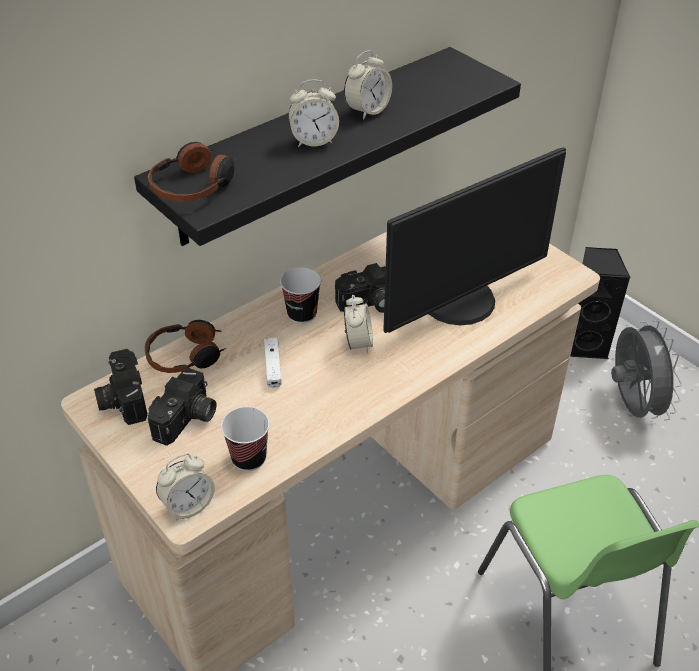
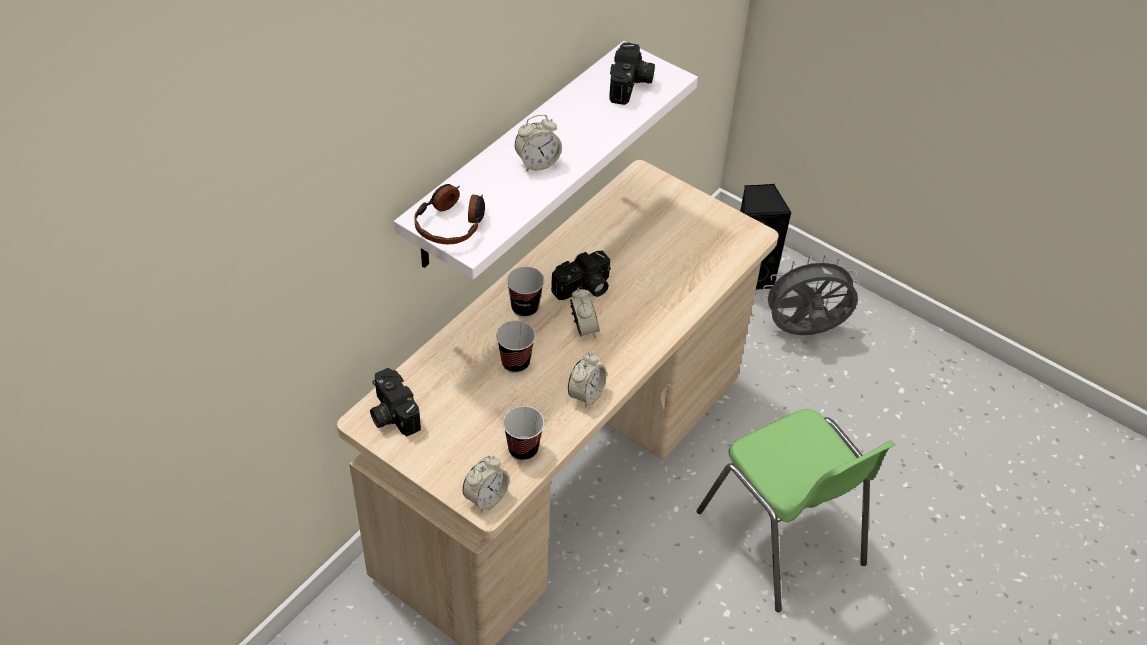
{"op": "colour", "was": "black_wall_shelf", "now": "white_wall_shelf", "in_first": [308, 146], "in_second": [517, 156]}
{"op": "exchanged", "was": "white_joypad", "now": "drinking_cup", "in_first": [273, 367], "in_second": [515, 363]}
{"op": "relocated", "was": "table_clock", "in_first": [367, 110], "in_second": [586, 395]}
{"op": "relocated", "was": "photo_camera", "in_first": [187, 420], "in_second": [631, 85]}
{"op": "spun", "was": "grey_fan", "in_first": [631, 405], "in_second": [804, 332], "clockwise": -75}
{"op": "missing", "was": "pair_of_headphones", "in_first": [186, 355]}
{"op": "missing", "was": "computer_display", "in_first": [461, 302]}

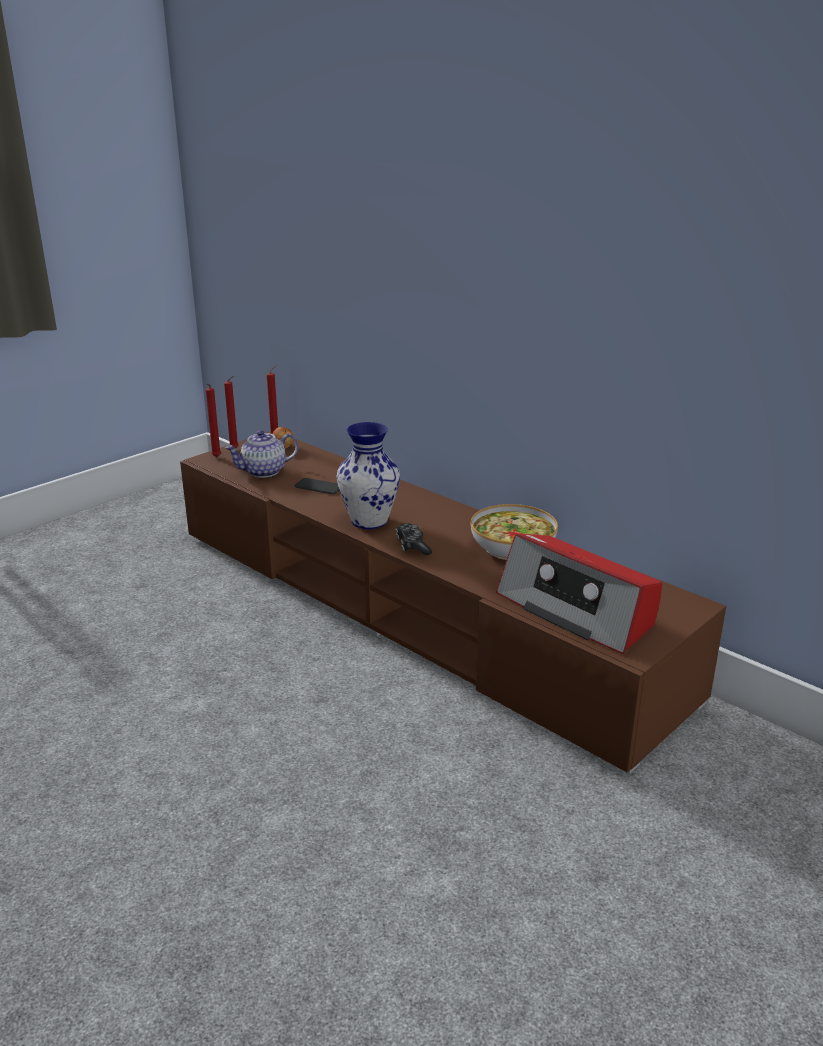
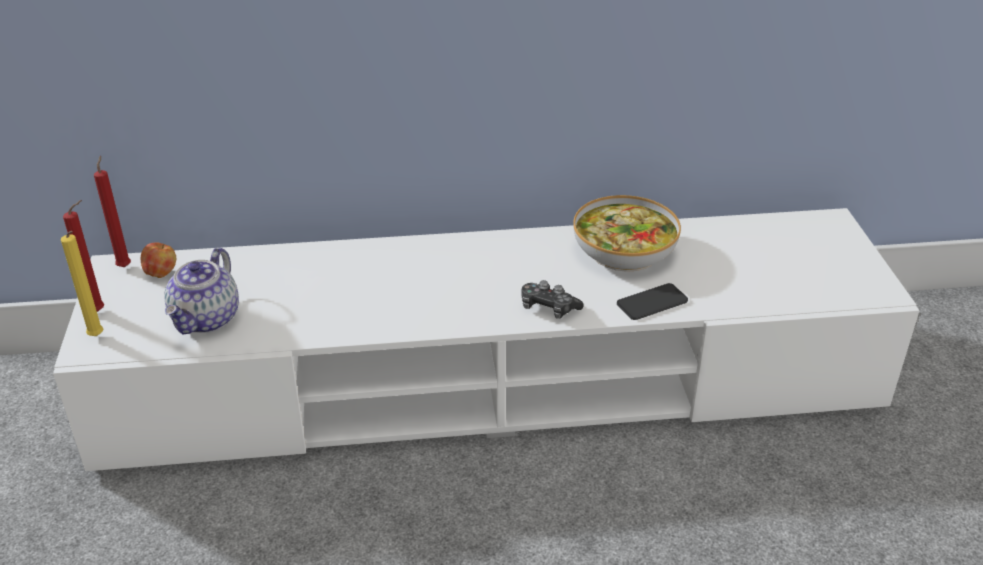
{"op": "colour", "was": "brown-coloured_tv_unit", "now": "white_tv_unit", "in_first": [412, 609], "in_second": [493, 383]}
{"op": "colour", "was": "red-coloured_wax_candle", "now": "yellow-coloured_wax_candle", "in_first": [216, 457], "in_second": [97, 337]}
{"op": "relocated", "was": "phone", "in_first": [318, 487], "in_second": [652, 302]}
{"op": "missing", "was": "flower_vase", "in_first": [368, 521]}
{"op": "missing", "was": "radio", "in_first": [577, 610]}

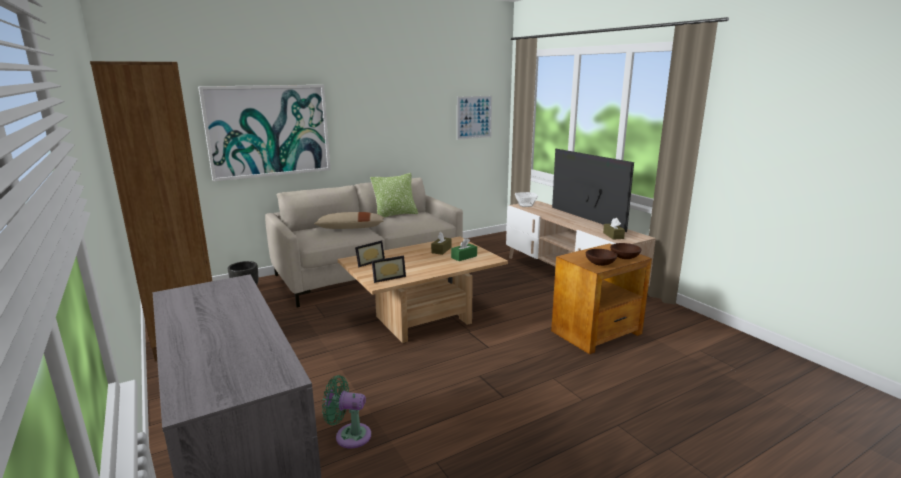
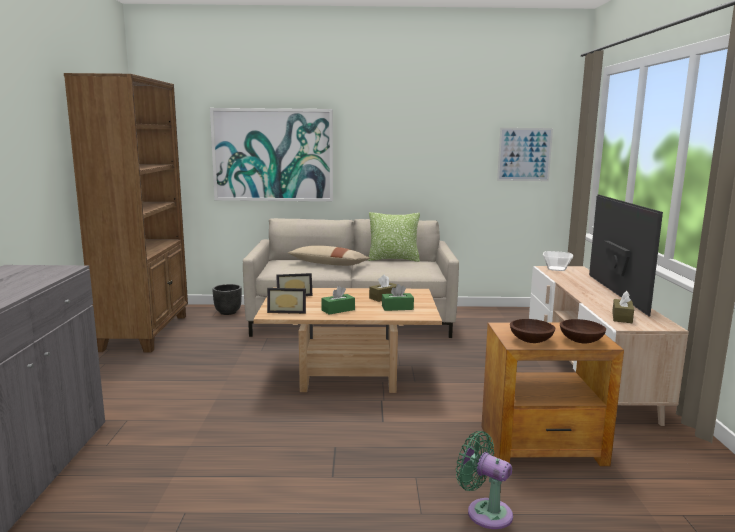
{"op": "appeared", "now": "green_tissue_holder", "in_second": [338, 310]}
{"op": "relocated", "was": "green_fan", "in_first": [349, 435], "in_second": [485, 512]}

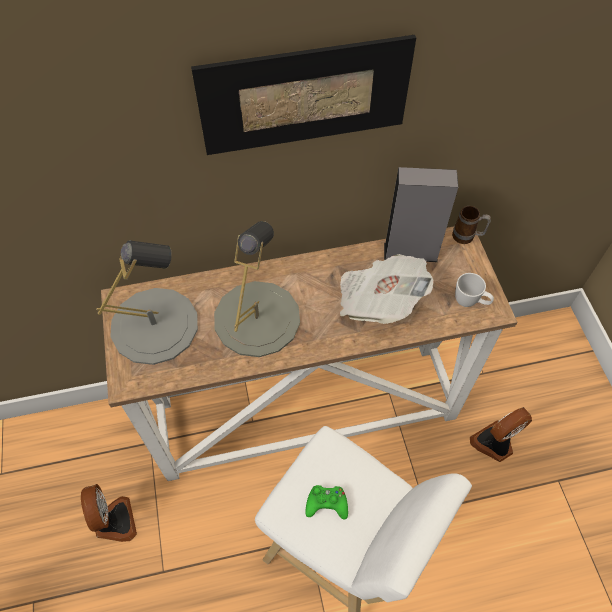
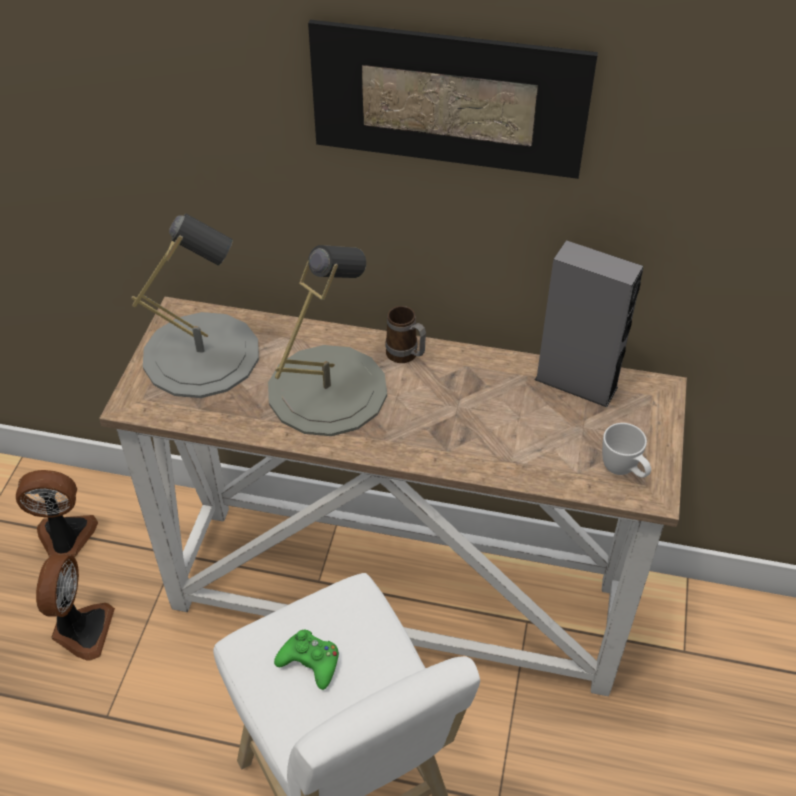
{"op": "relocated", "was": "fan", "in_first": [494, 443], "in_second": [65, 538]}
{"op": "relocated", "was": "tea_mug", "in_first": [467, 237], "in_second": [406, 356]}
{"op": "missing", "was": "printed_paper", "in_first": [378, 300]}

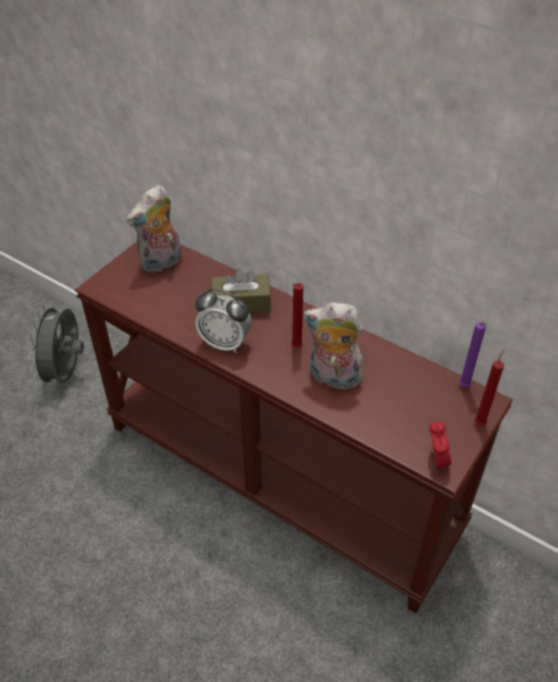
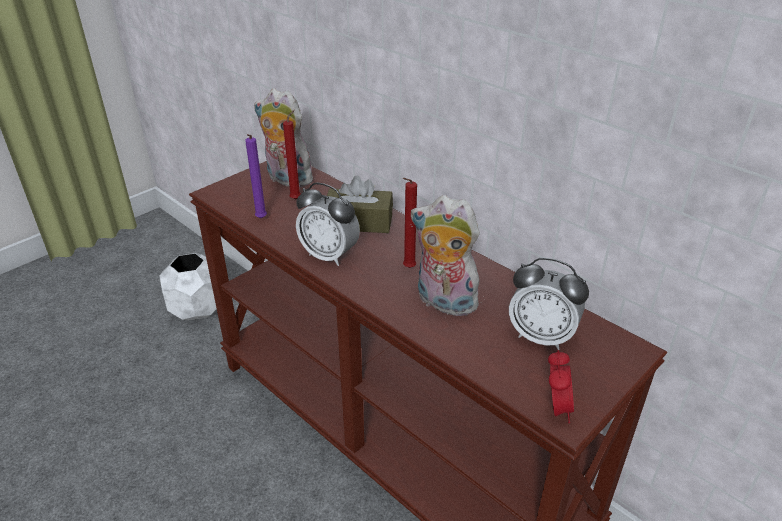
{"op": "exchanged", "was": "grey_fan", "now": "white_flower_pot", "in_first": [66, 373], "in_second": [197, 310]}
{"op": "relocated", "was": "purple-coloured_wax_candle", "in_first": [464, 387], "in_second": [260, 219]}
{"op": "spun", "was": "cuddly_toy", "in_first": [161, 263], "in_second": [286, 179], "clockwise": 60}
{"op": "relocated", "was": "red-coloured_wax_candle", "in_first": [480, 422], "in_second": [297, 198]}
{"op": "appeared", "now": "table_clock", "in_second": [541, 336]}

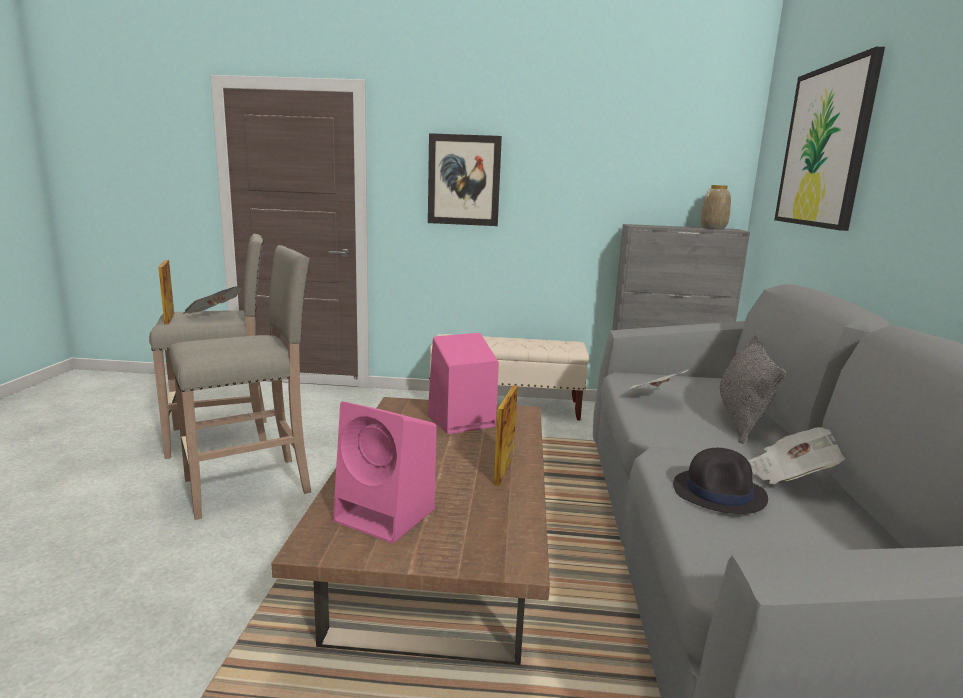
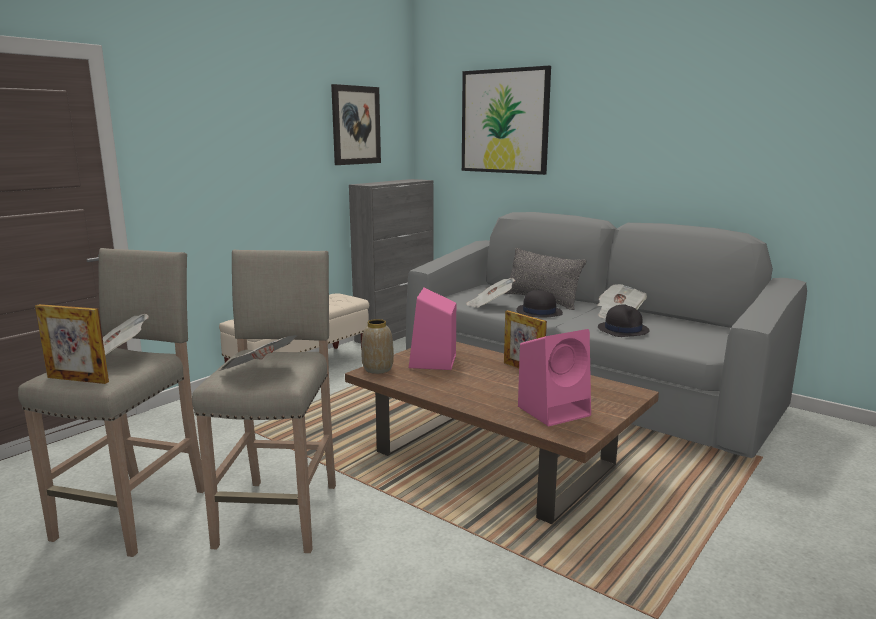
{"op": "appeared", "now": "printed_paper", "in_second": [259, 372]}
{"op": "relocated", "was": "picture", "in_first": [464, 180], "in_second": [356, 125]}
{"op": "relocated", "was": "flower_vase", "in_first": [713, 228], "in_second": [377, 369]}
{"op": "appeared", "now": "black_clothing_hat", "in_second": [538, 312]}

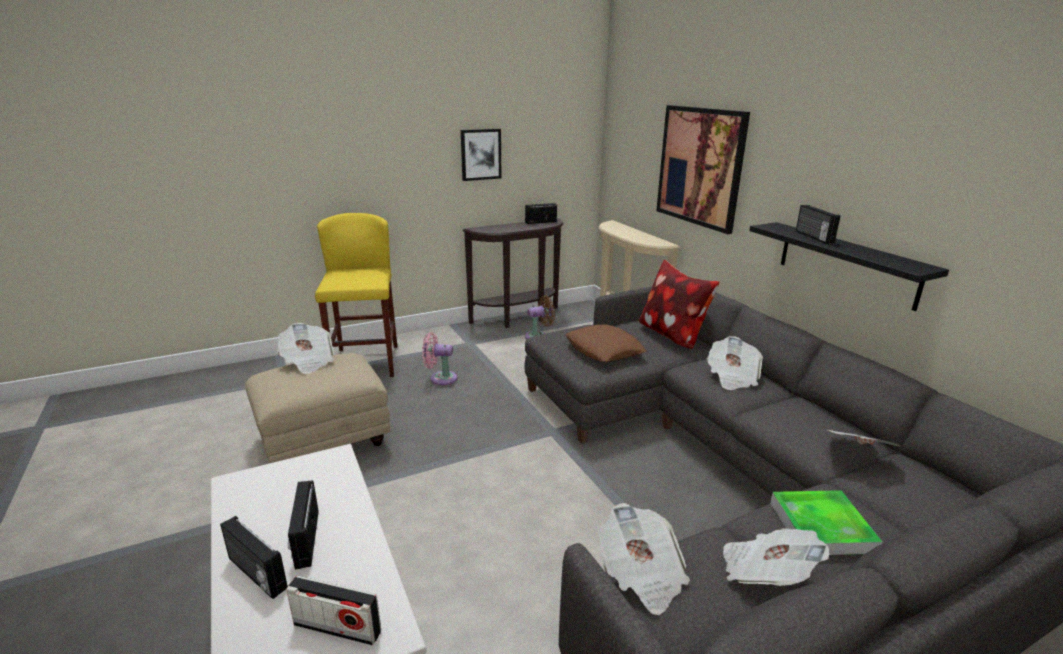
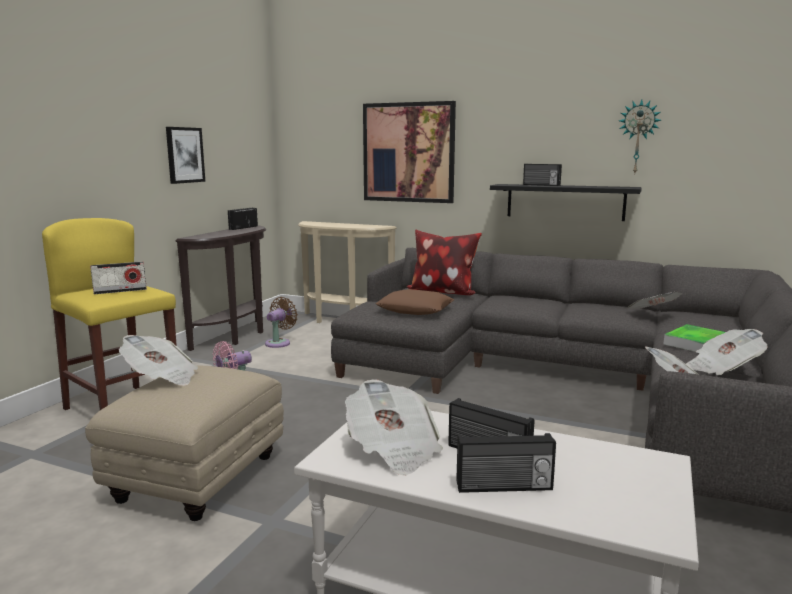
{"op": "relocated", "was": "radio", "in_first": [337, 628], "in_second": [120, 291]}
{"op": "relocated", "was": "printed_paper", "in_first": [732, 377], "in_second": [393, 450]}
{"op": "appeared", "now": "hanging_clock", "in_second": [638, 137]}

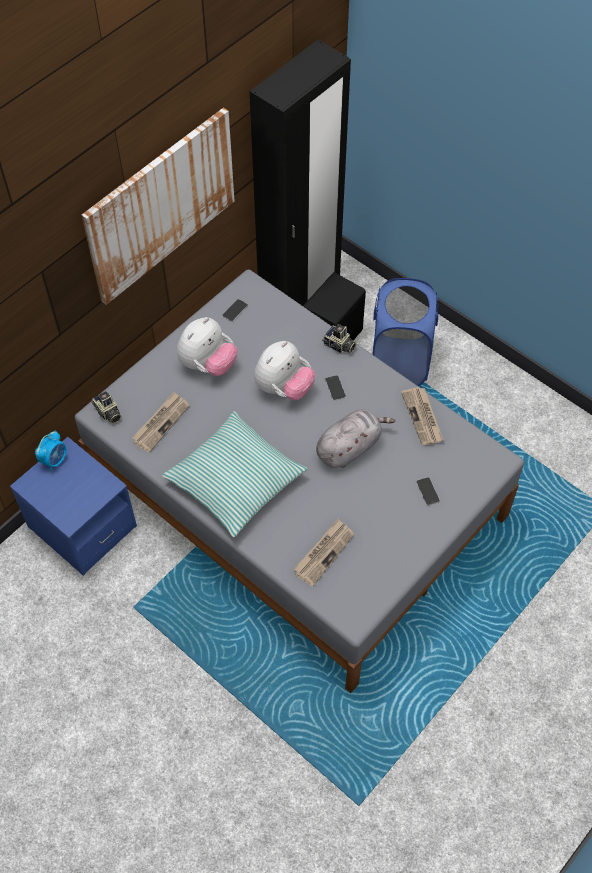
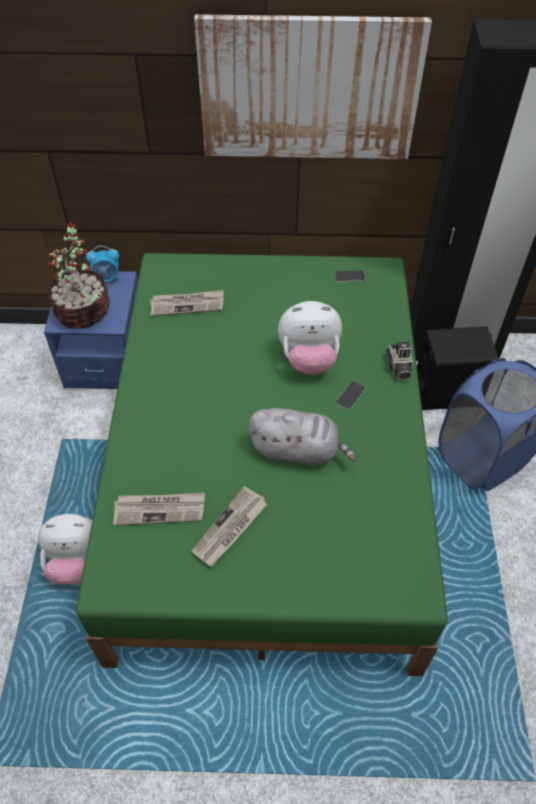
{"op": "relocated", "was": "cuddly_toy", "in_first": [208, 364], "in_second": [76, 561]}
{"op": "appeared", "now": "houseplant", "in_second": [84, 312]}
{"op": "colour", "was": "grey_bed", "now": "green_bed", "in_first": [297, 494], "in_second": [269, 476]}
{"op": "relocated", "was": "printed_paper", "in_first": [423, 417], "in_second": [230, 528]}
{"op": "missing", "was": "photo_camera", "in_first": [108, 413]}
{"op": "missing", "was": "pillow", "in_first": [235, 480]}
{"op": "missing", "was": "phone", "in_first": [427, 491]}

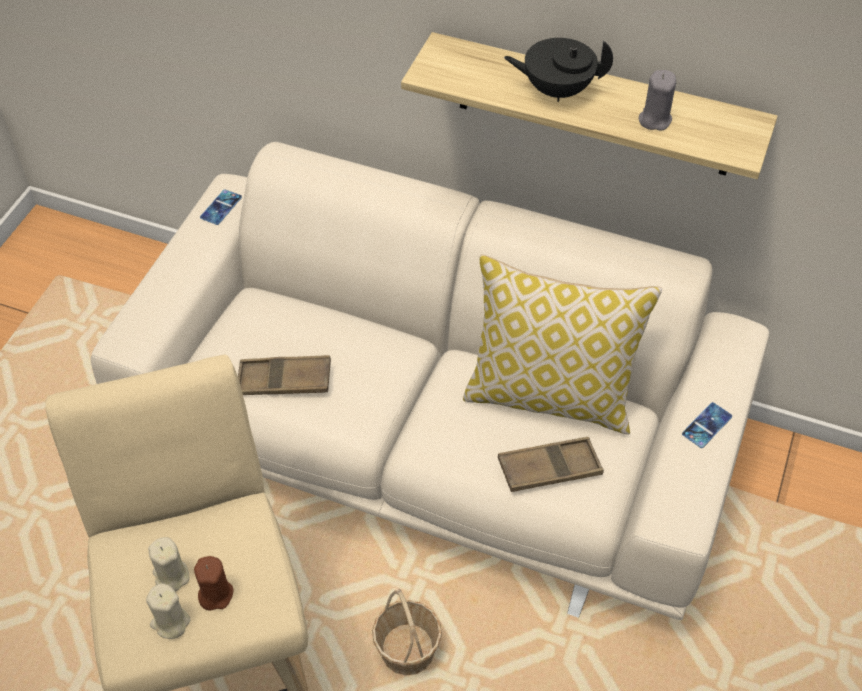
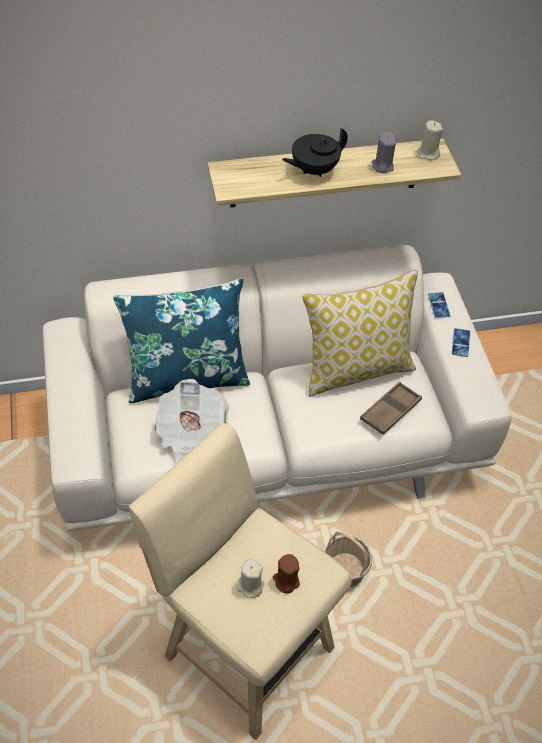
{"op": "appeared", "now": "blue-coloured_pillow", "in_second": [187, 377]}
{"op": "exchanged", "was": "brown-coloured_tray", "now": "printed_paper", "in_first": [284, 380], "in_second": [193, 438]}
{"op": "relocated", "was": "beige_wax_candle", "in_first": [170, 622], "in_second": [428, 154]}
{"op": "relocated", "was": "phone", "in_first": [221, 207], "in_second": [438, 305]}

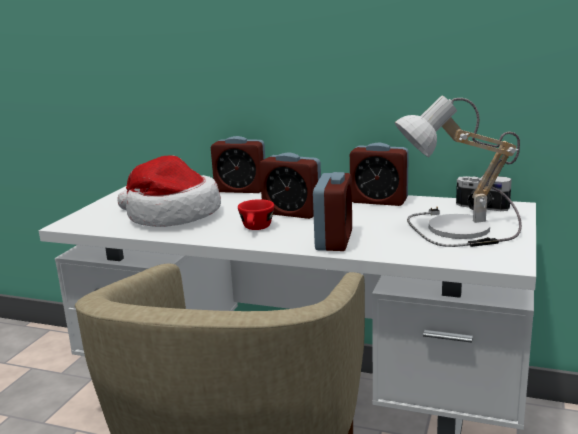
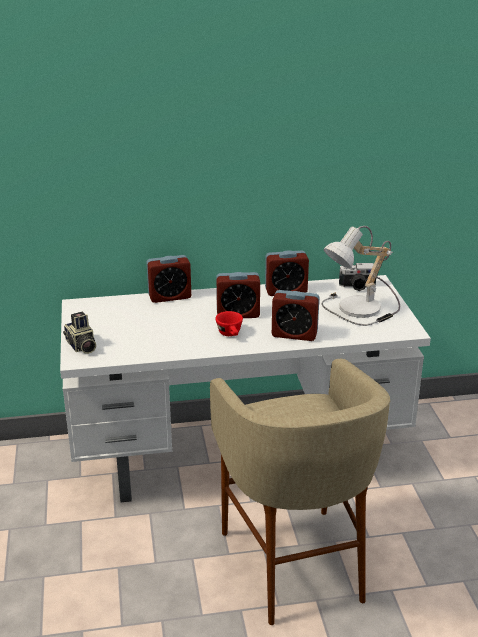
{"op": "appeared", "now": "photo_camera", "in_second": [81, 346]}
{"op": "spun", "was": "table_clock", "in_first": [334, 240], "in_second": [294, 334], "clockwise": 120}
{"op": "missing", "was": "clothing_hat", "in_first": [171, 215]}

